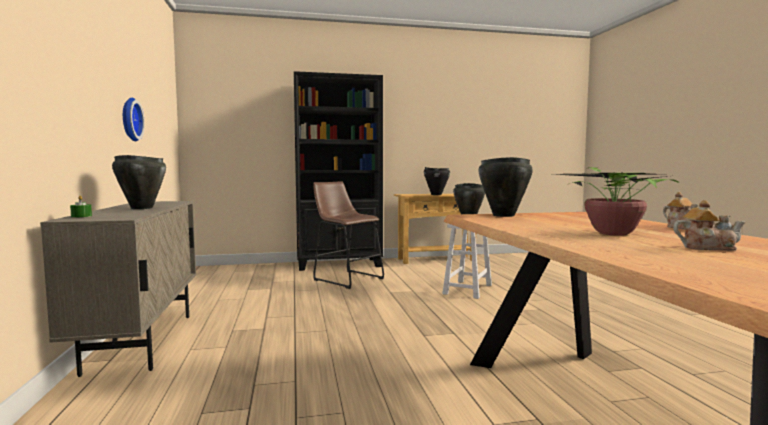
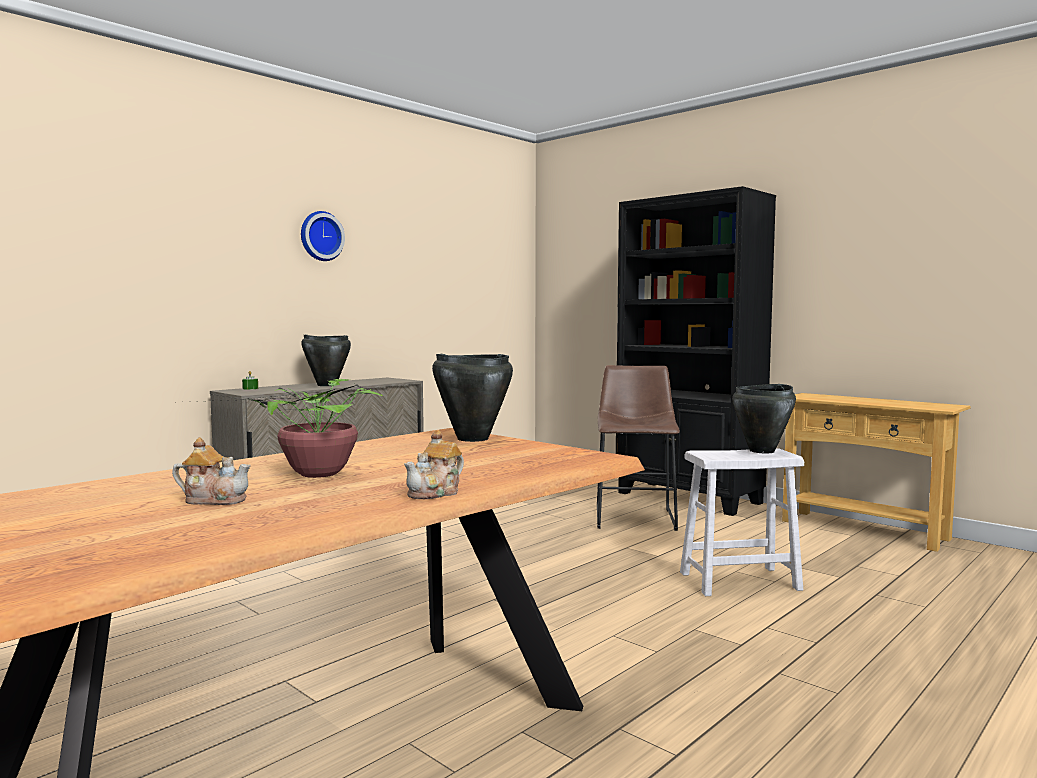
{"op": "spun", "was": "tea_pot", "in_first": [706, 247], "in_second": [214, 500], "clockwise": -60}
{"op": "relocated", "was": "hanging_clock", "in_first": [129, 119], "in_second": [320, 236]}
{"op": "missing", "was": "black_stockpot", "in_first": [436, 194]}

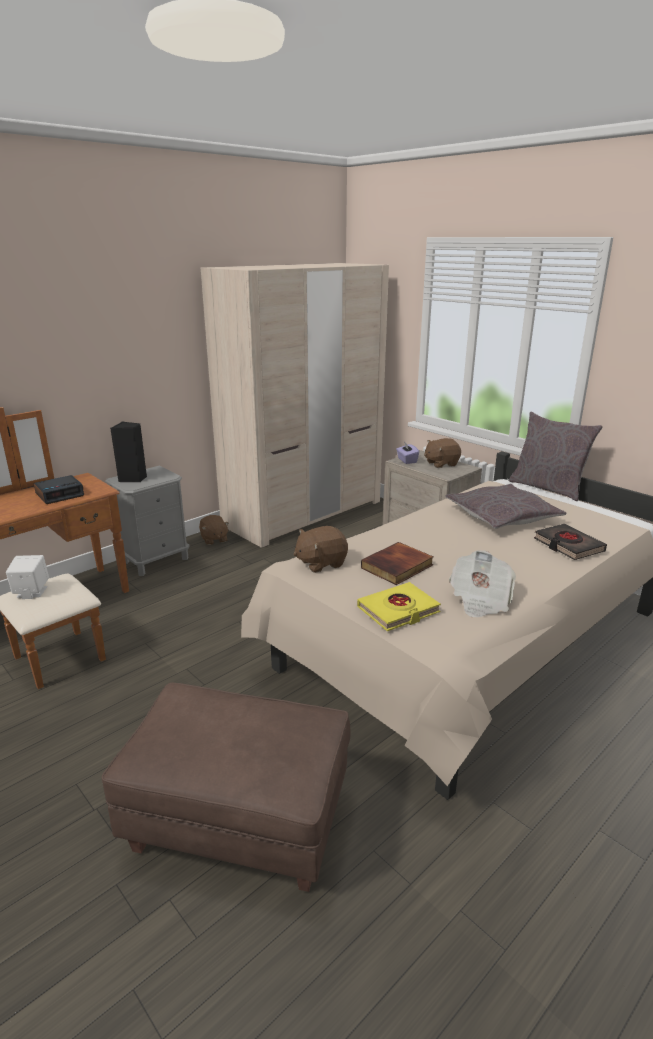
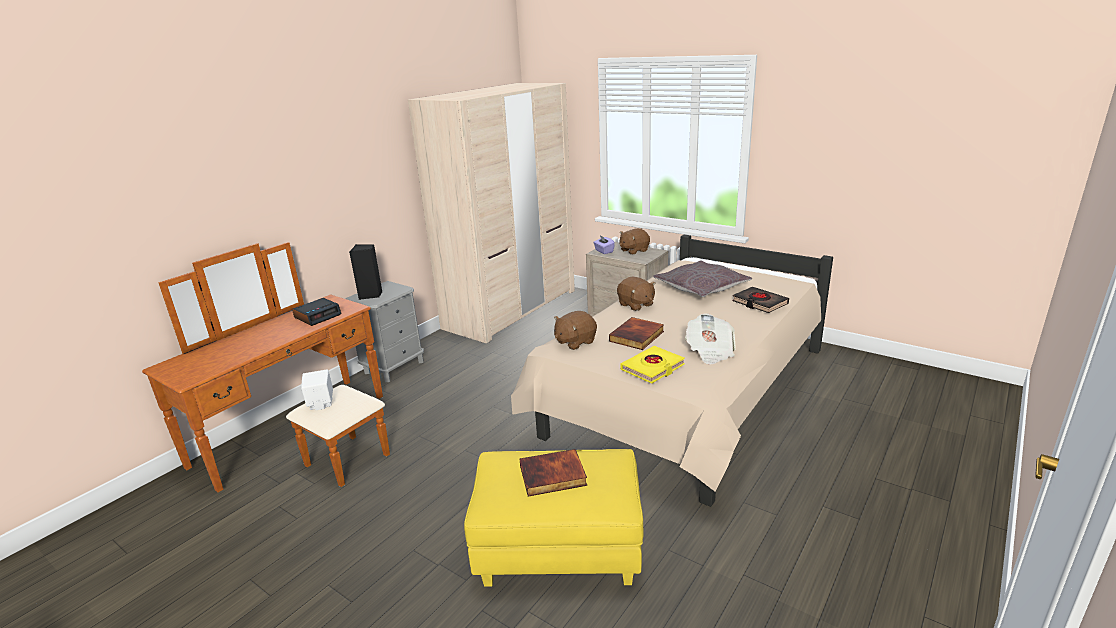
{"op": "colour", "was": "brown-coloured_ottoman", "now": "yellow-coloured_ottoman", "in_first": [239, 821], "in_second": [559, 550]}
{"op": "appeared", "now": "book", "in_second": [552, 476]}
{"op": "relocated", "was": "brown-coloured_cuddly_toy", "in_first": [214, 539], "in_second": [636, 305]}
{"op": "missing", "was": "grey_pillow", "in_first": [547, 488]}

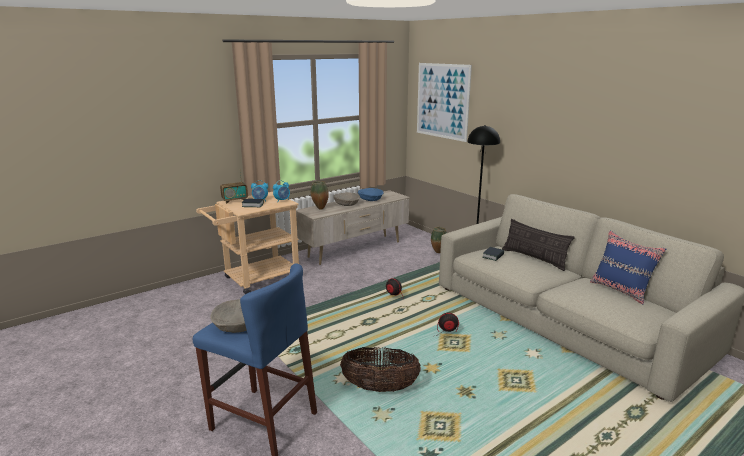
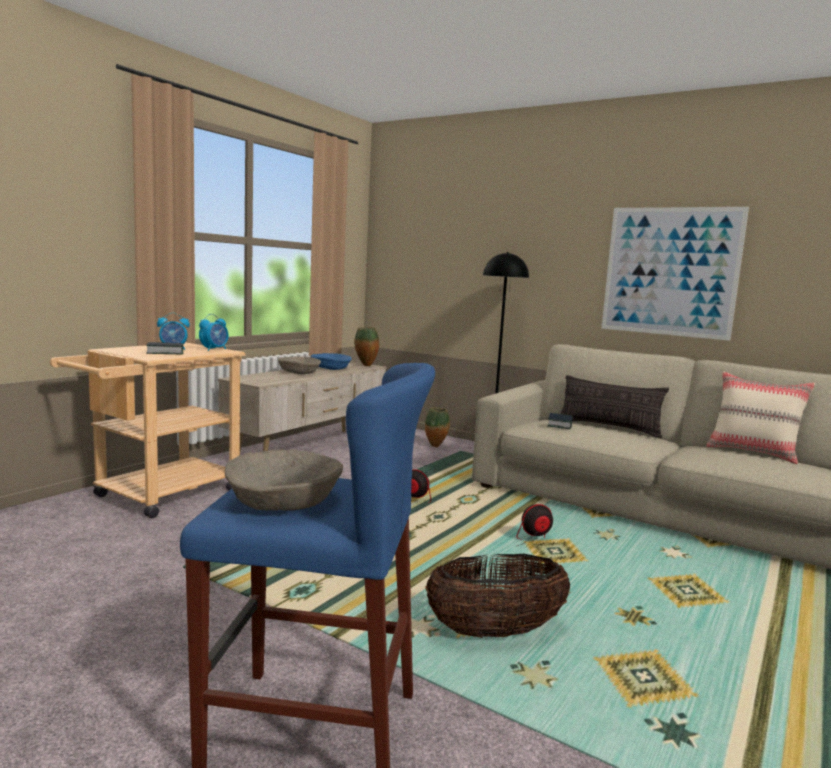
{"op": "relocated", "was": "flower_vase", "in_first": [319, 208], "in_second": [365, 365]}
{"op": "relocated", "was": "picture", "in_first": [442, 101], "in_second": [670, 271]}
{"op": "colour", "was": "blue-coloured_pillow", "now": "beige_pillow", "in_first": [621, 290], "in_second": [753, 453]}
{"op": "missing", "was": "radio", "in_first": [235, 200]}

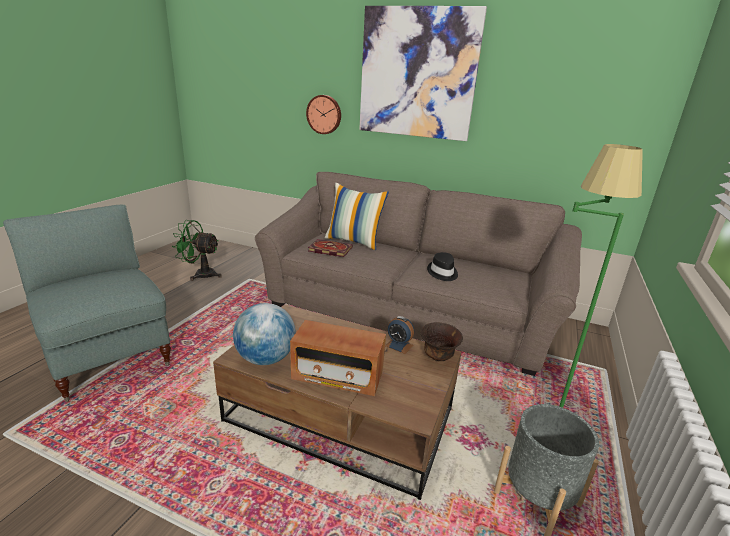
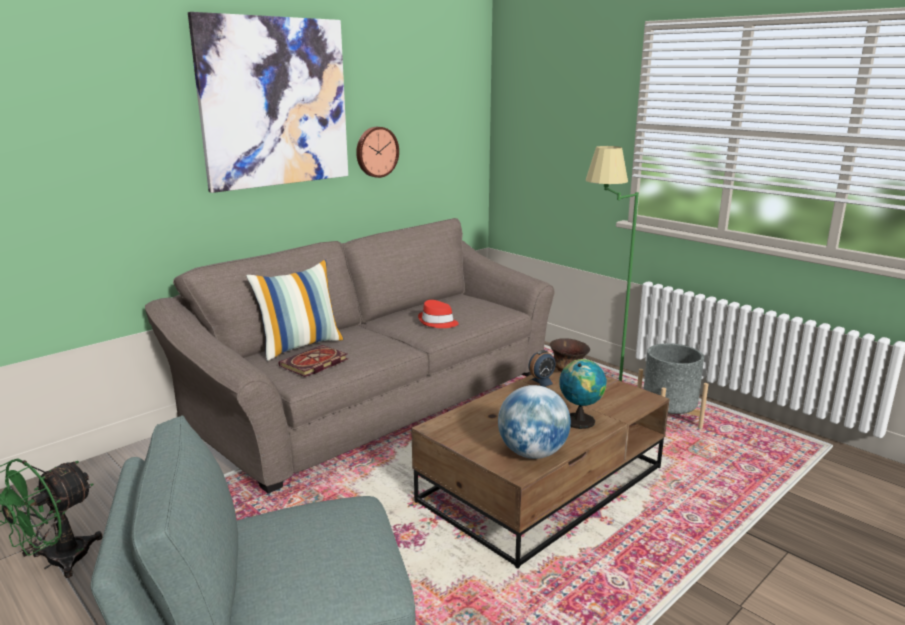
{"op": "relocated", "was": "hanging_clock", "in_first": [324, 114], "in_second": [376, 152]}
{"op": "colour", "was": "black_clothing_hat", "now": "red-coloured_clothing_hat", "in_first": [442, 273], "in_second": [437, 322]}
{"op": "exchanged", "was": "radio", "now": "world_globe", "in_first": [337, 376], "in_second": [580, 420]}

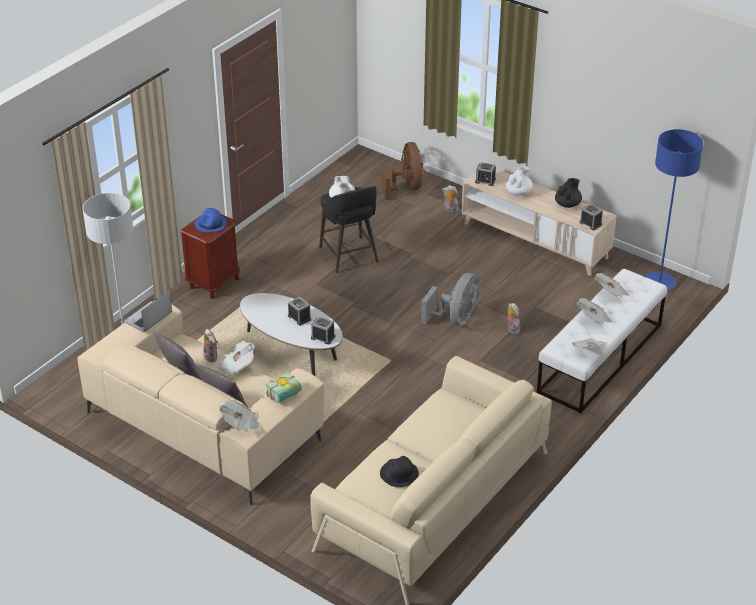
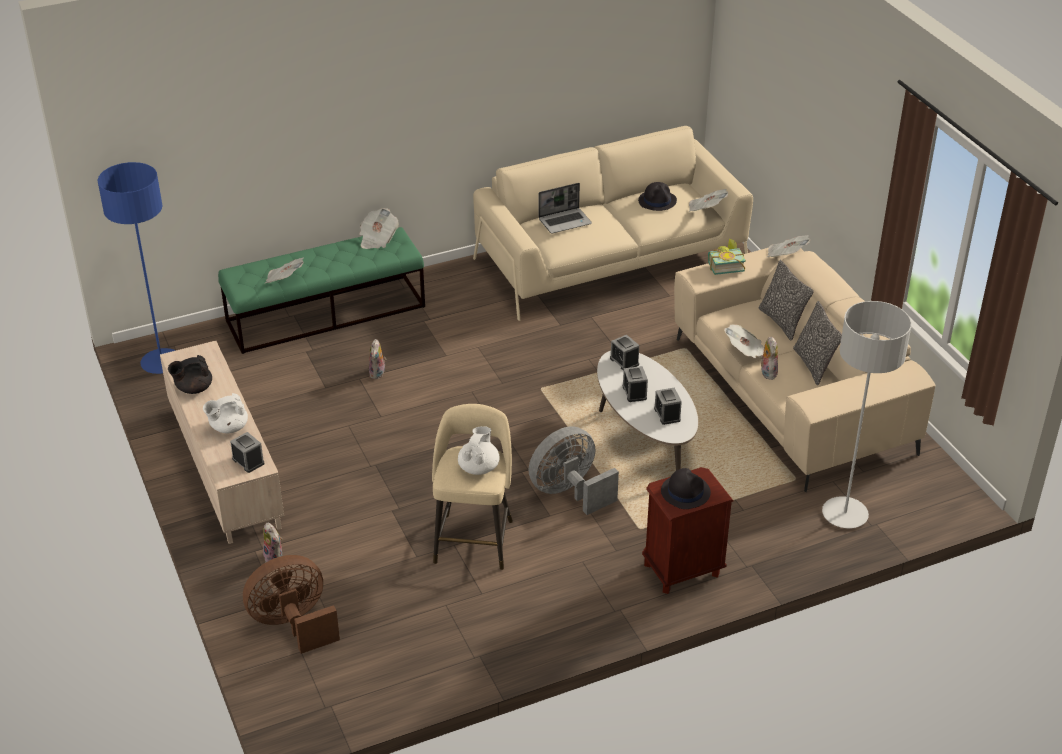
{"op": "colour", "was": "white_long_seat", "now": "green_long_seat", "in_first": [600, 358], "in_second": [326, 313]}
{"op": "spun", "was": "brown-coloured_fan", "in_first": [406, 187], "in_second": [293, 624], "clockwise": 45}
{"op": "colour", "was": "black_sitting_stool", "now": "beige_sitting_stool", "in_first": [349, 256], "in_second": [474, 539]}
{"op": "relocated", "was": "grey_fan", "in_first": [455, 319], "in_second": [569, 492]}
{"op": "relocated", "was": "notebook_computer", "in_first": [148, 318], "in_second": [565, 221]}
{"op": "relocated", "was": "table_clock", "in_first": [590, 223], "in_second": [667, 414]}
{"op": "colour", "was": "blue-coloured_clothing_hat", "now": "black_clothing_hat", "in_first": [210, 224], "in_second": [685, 492]}
{"op": "relocated", "was": "printed_paper", "in_first": [593, 319], "in_second": [706, 209]}

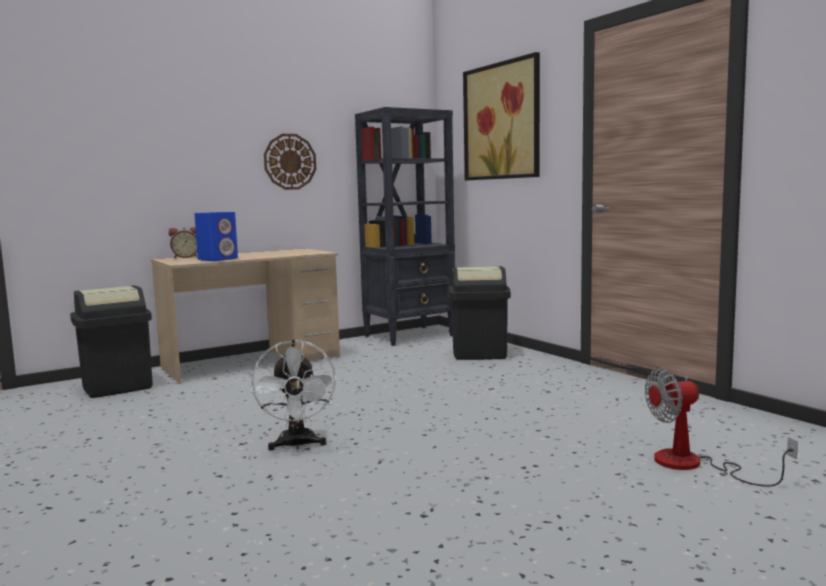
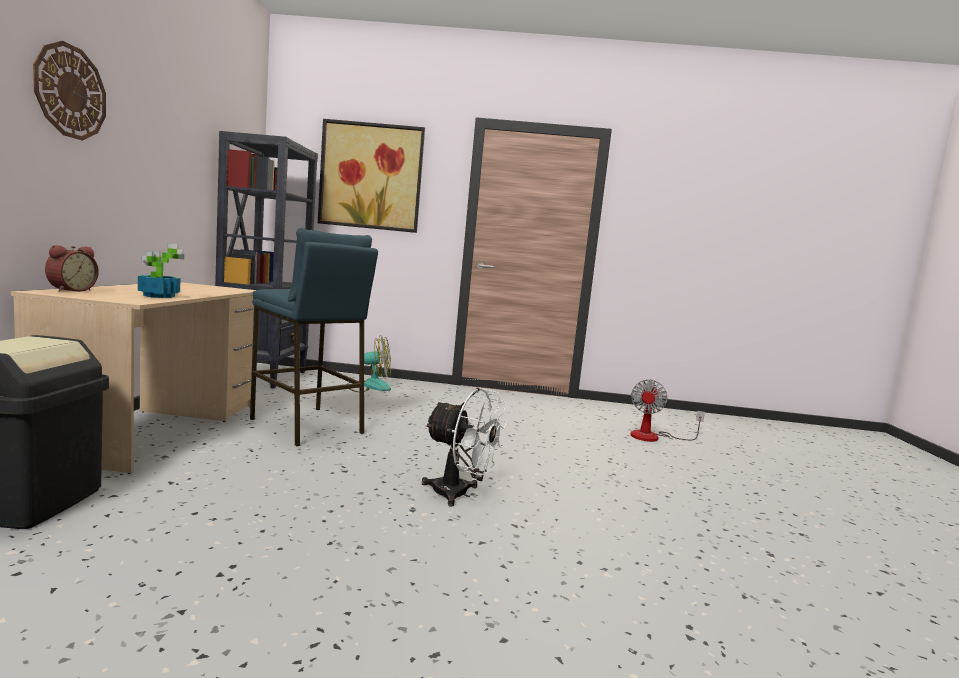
{"op": "relocated", "was": "hanging_clock", "in_first": [290, 161], "in_second": [70, 92]}
{"op": "exchanged", "was": "blue-coloured_audio_speaker", "now": "houseplant", "in_first": [218, 259], "in_second": [158, 296]}
{"op": "appeared", "now": "blue-coloured_sitting_stool", "in_second": [307, 426]}
{"op": "exchanged", "was": "black_trash_can", "now": "fan", "in_first": [479, 353], "in_second": [369, 386]}

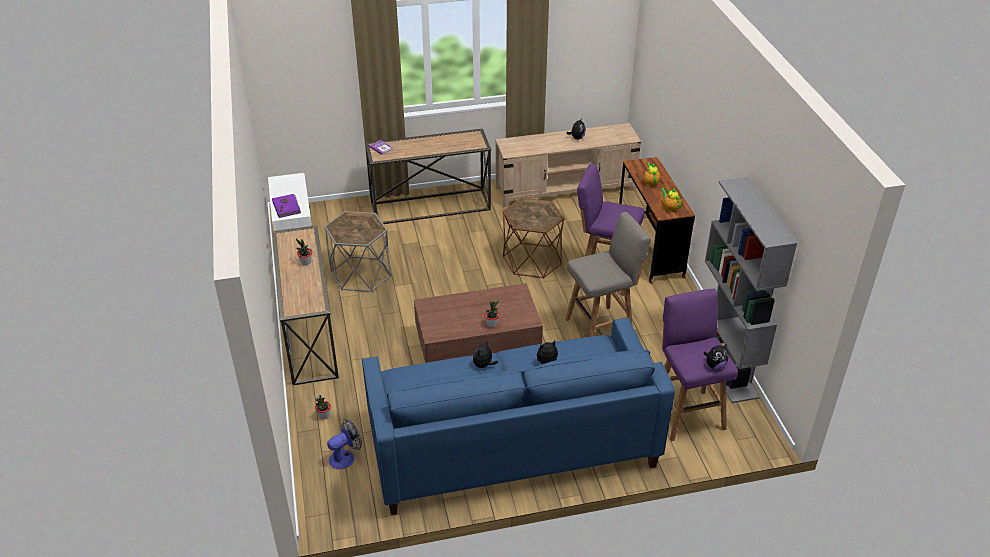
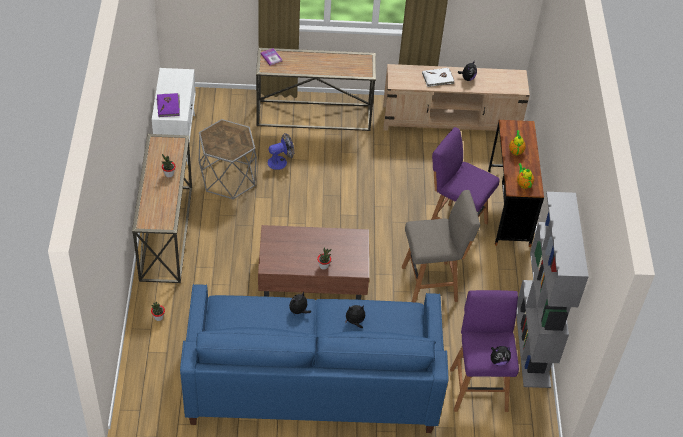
{"op": "relocated", "was": "fan", "in_first": [345, 457], "in_second": [280, 161]}
{"op": "appeared", "now": "white_book", "in_second": [438, 78]}
{"op": "missing", "was": "brown-coloured_accent_table", "in_first": [532, 260]}

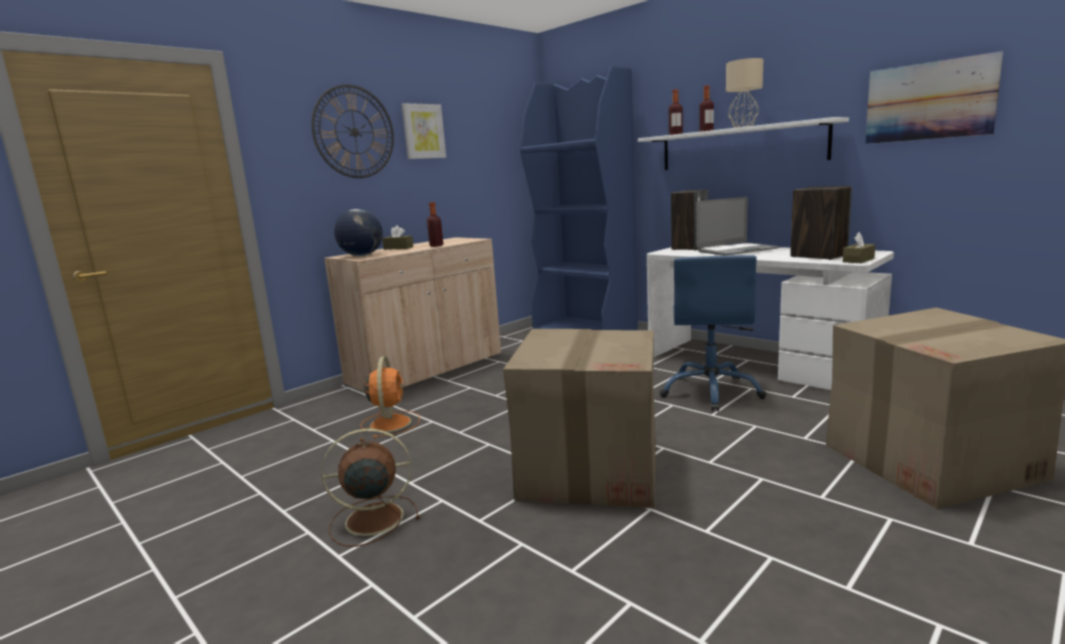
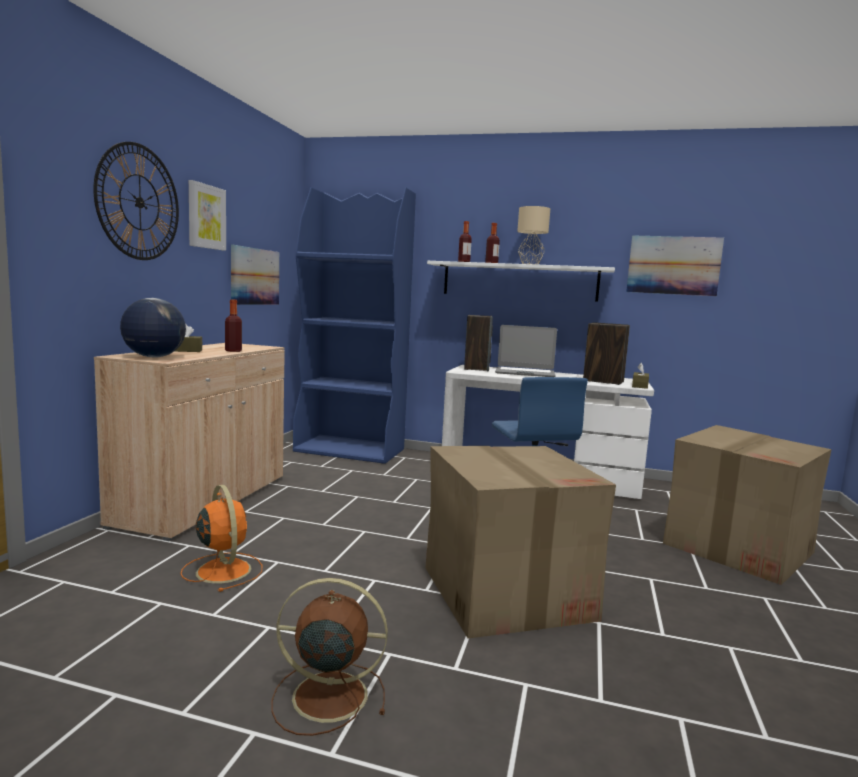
{"op": "appeared", "now": "picture", "in_second": [255, 276]}
{"op": "spun", "was": "brown-coloured_fan", "in_first": [371, 519], "in_second": [326, 696], "clockwise": 45}
{"op": "spun", "was": "notebook_computer", "in_first": [736, 250], "in_second": [525, 373], "clockwise": 60}

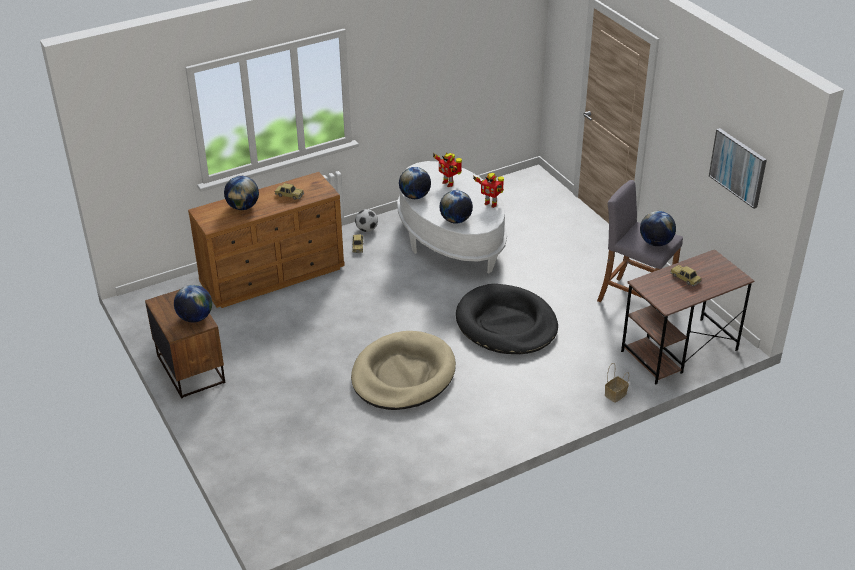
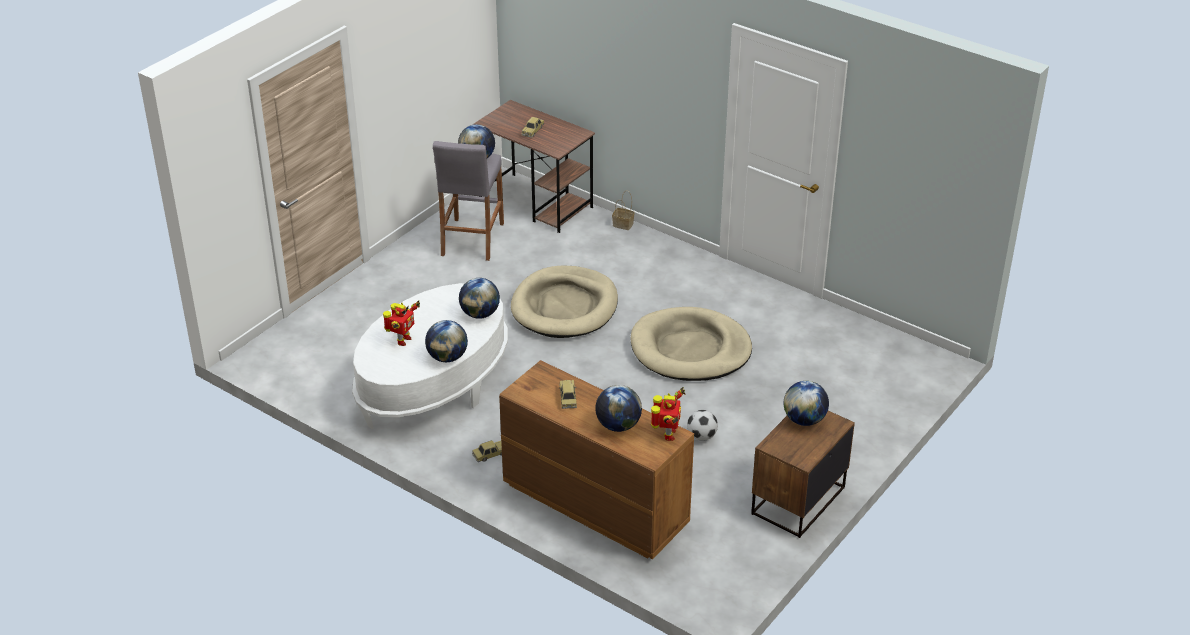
{"op": "colour", "was": "black_dog_cushion", "now": "beige_dog_cushion", "in_first": [506, 324], "in_second": [565, 306]}
{"op": "relocated", "was": "robot_figure", "in_first": [490, 203], "in_second": [668, 435]}
{"op": "relocated", "was": "ball_for_football", "in_first": [367, 229], "in_second": [701, 436]}
{"op": "missing", "was": "picture", "in_first": [738, 167]}

